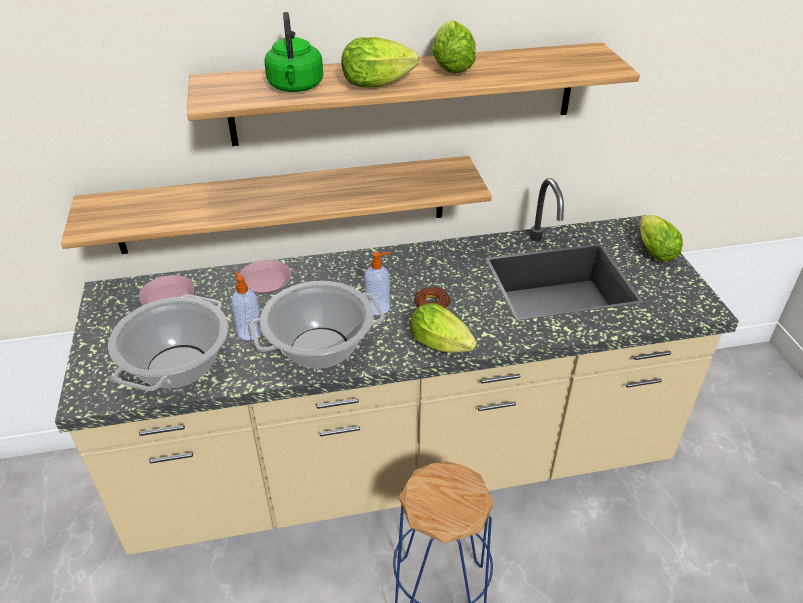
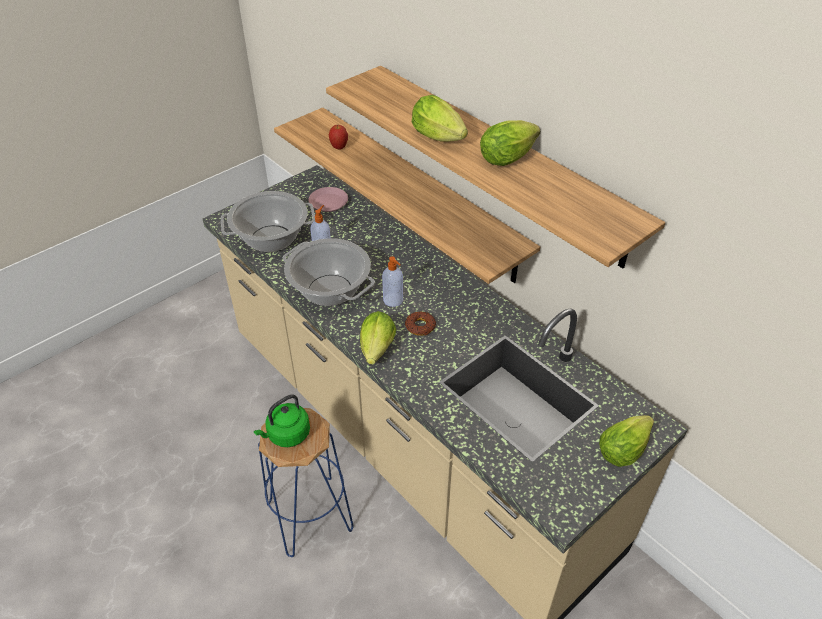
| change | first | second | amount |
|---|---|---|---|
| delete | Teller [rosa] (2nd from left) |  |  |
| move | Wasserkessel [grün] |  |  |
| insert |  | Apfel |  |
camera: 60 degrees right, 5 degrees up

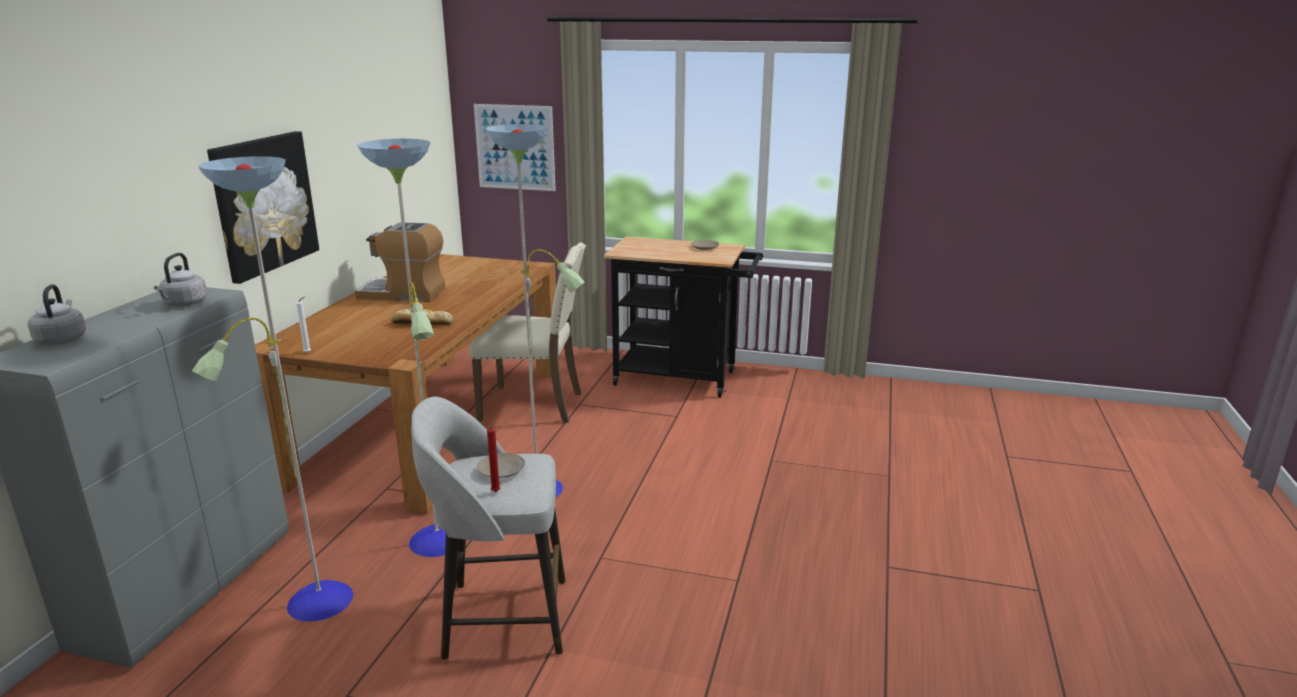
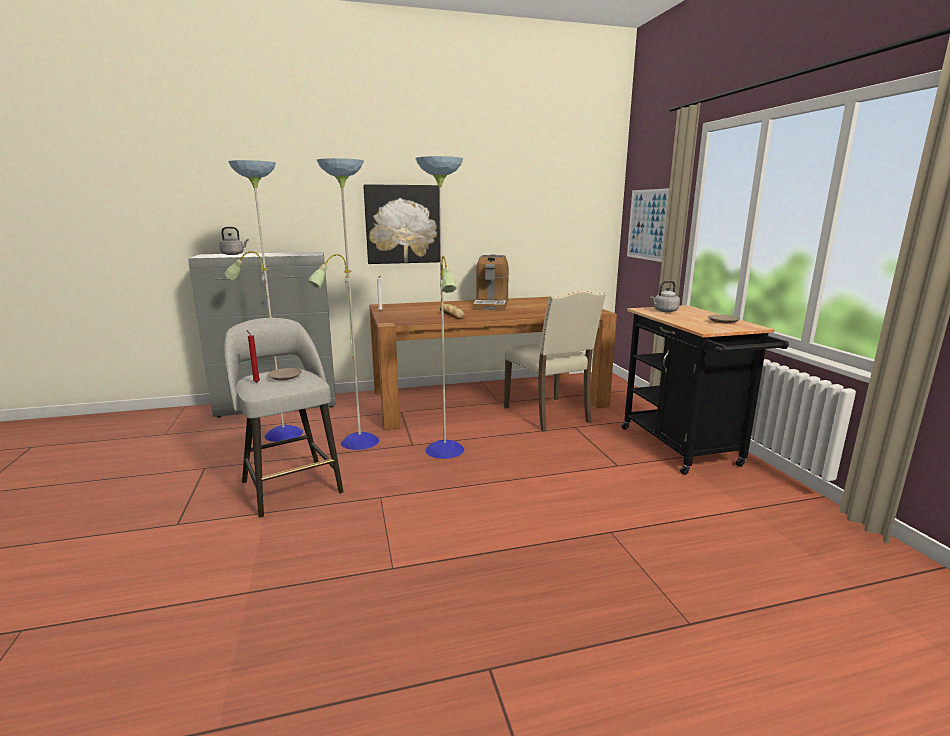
| change | first | second | amount |
|---|---|---|---|
| move | Wasserkessel [grau] (2nd from left) |  |  |
| rotate | Kaffeemaschine |  | 150 degrees counterclockwise |
camera: 60 degrees right, 5 degrees down

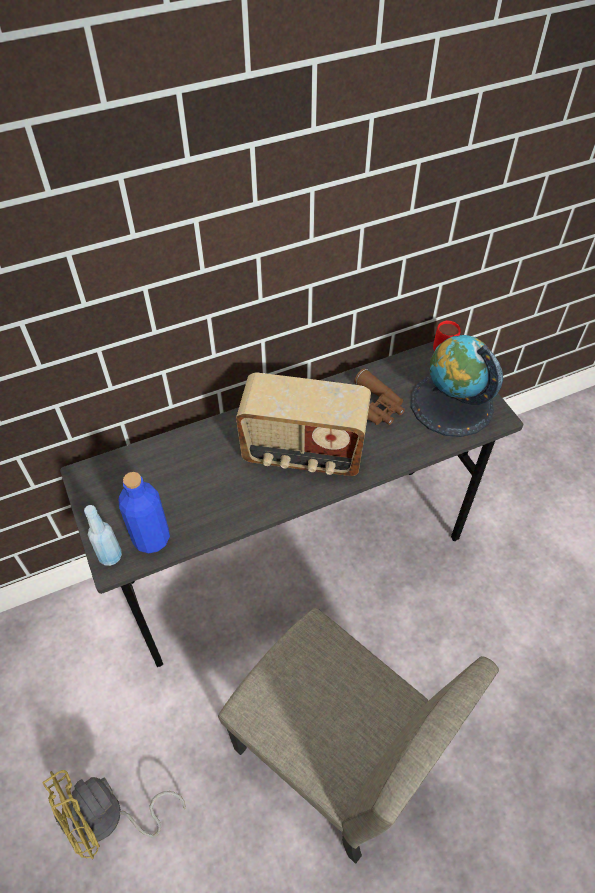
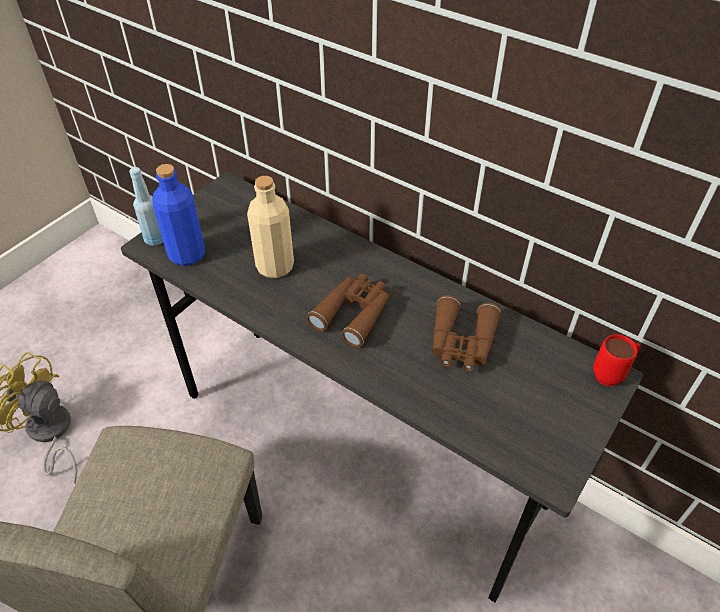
| change | first | second | amount |
|---|---|---|---|
| replace | Radio | Fernglas [braun] (1st from left) |  |
| delete | Globus |  |  |
| insert |  | Flasche [beige] |  |
camera: 60 degrees right, 5 degrees down

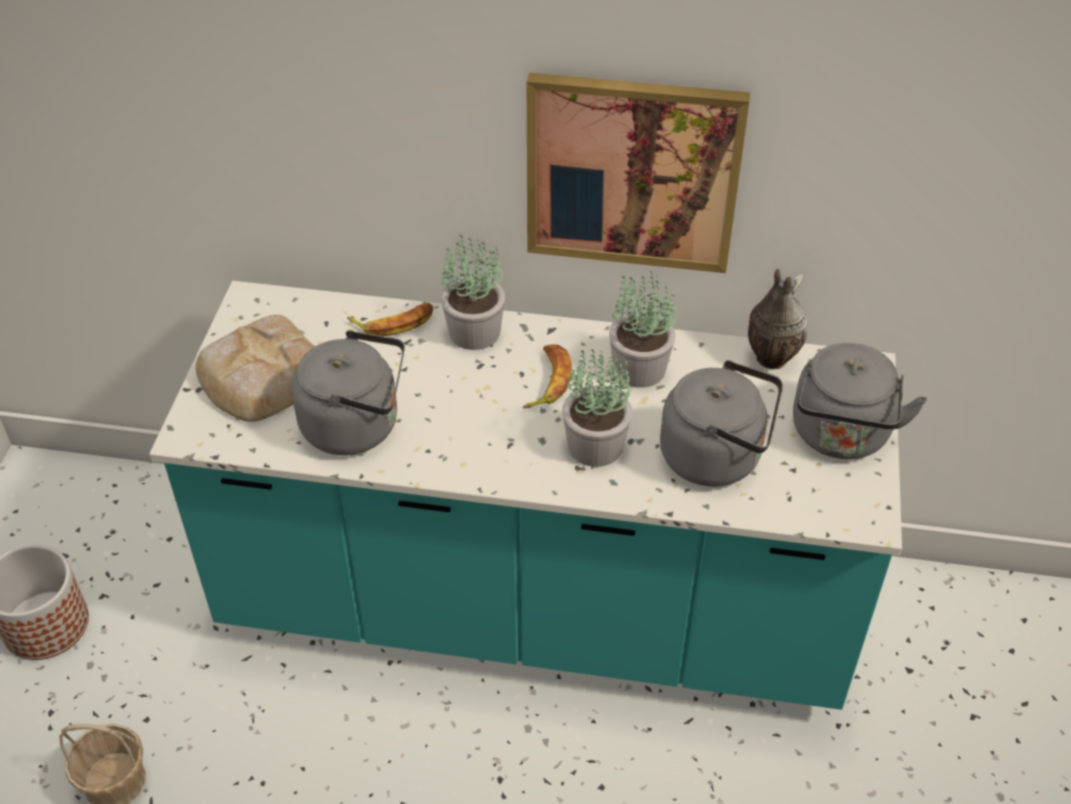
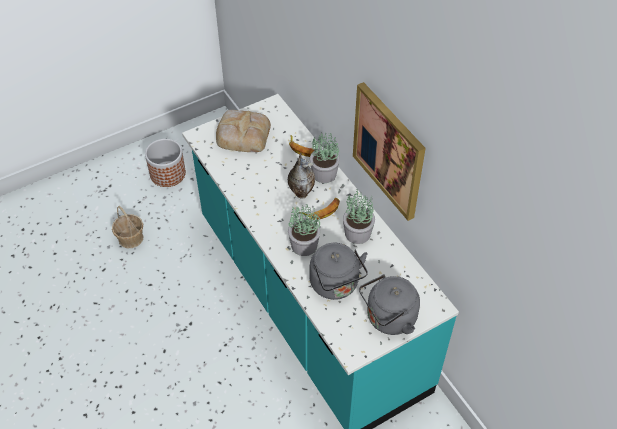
| change | first | second | amount |
|---|---|---|---|
| delete | Wasserkessel [grau] (1st from left) |  |  |
| move | Vase |  |  |
camera: 50 degrees right, 5 degrees up

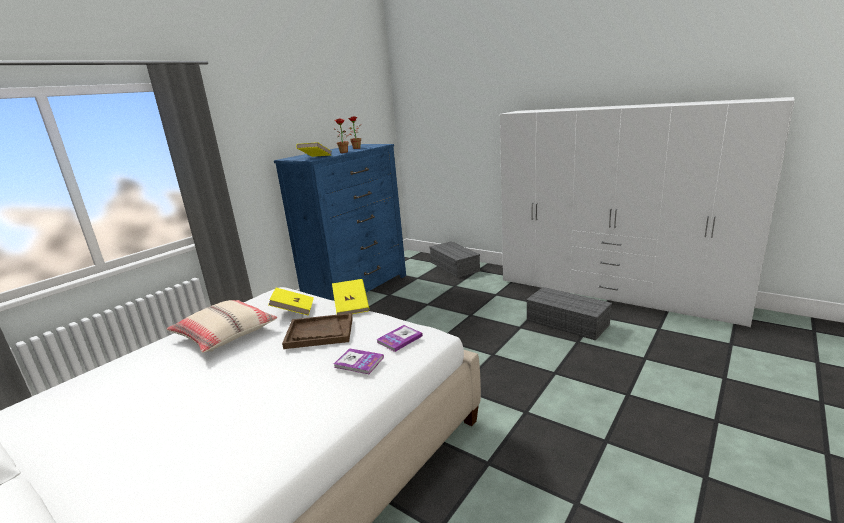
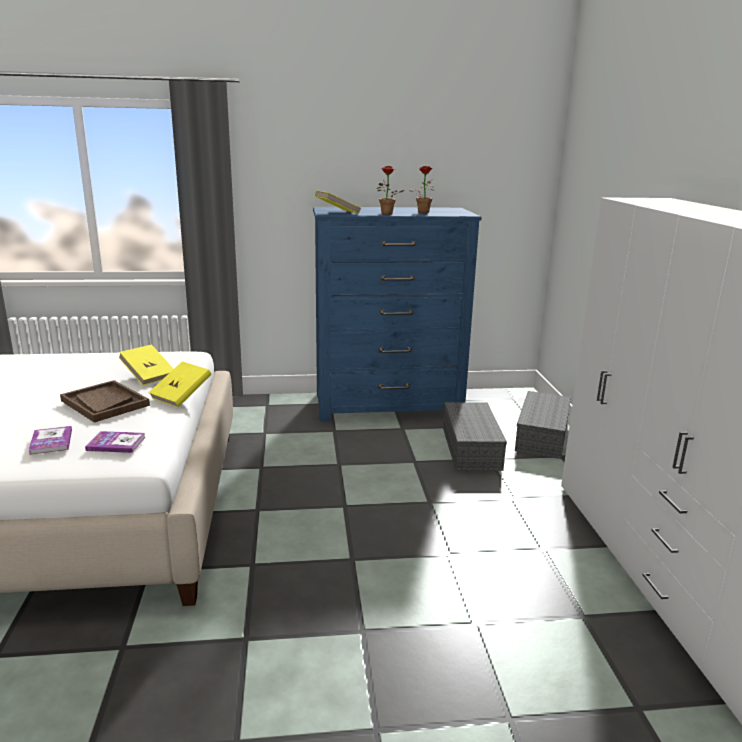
| change | first | second | amount |
|---|---|---|---|
| delete | Kissen [beige] |  |  |
| move | Aufbewahrungsbox [grau] (2nd from left in the first image) | Aufbewahrungsbox [grau] (1st from left) |  |
camera: 45 degrees right, 0 degrees up

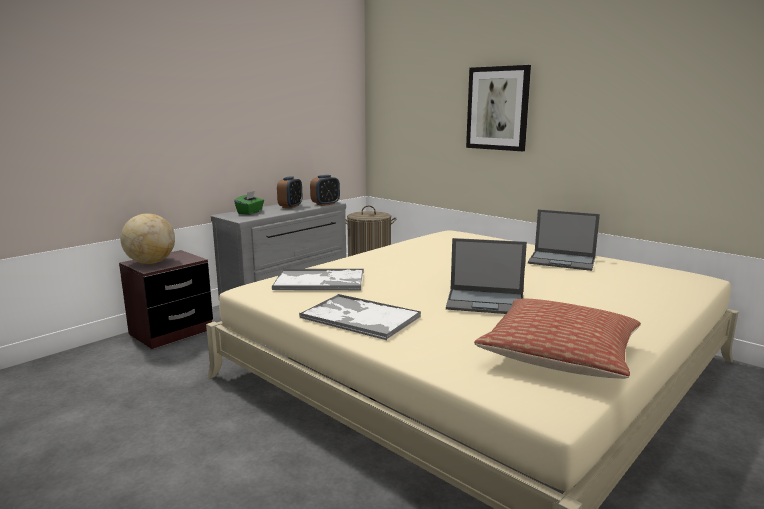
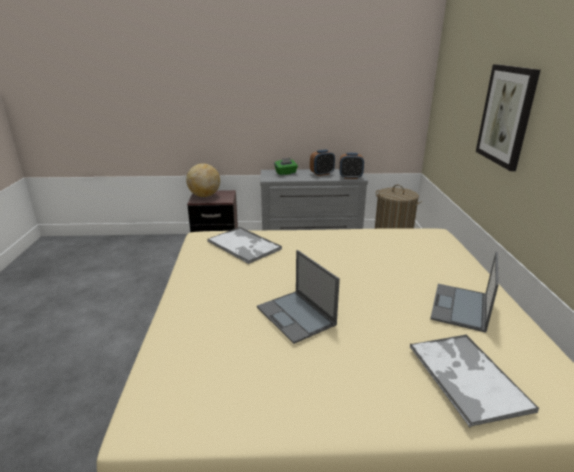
| change | first | second | amount |
|---|---|---|---|
| move | Tablett (2nd from left) |  |  |
| delete | Kissen |  |  |
| rotate | Laptop (2nd from left) |  | 45 degrees clockwise |
camera: 45 degrees right, 10 degrees up

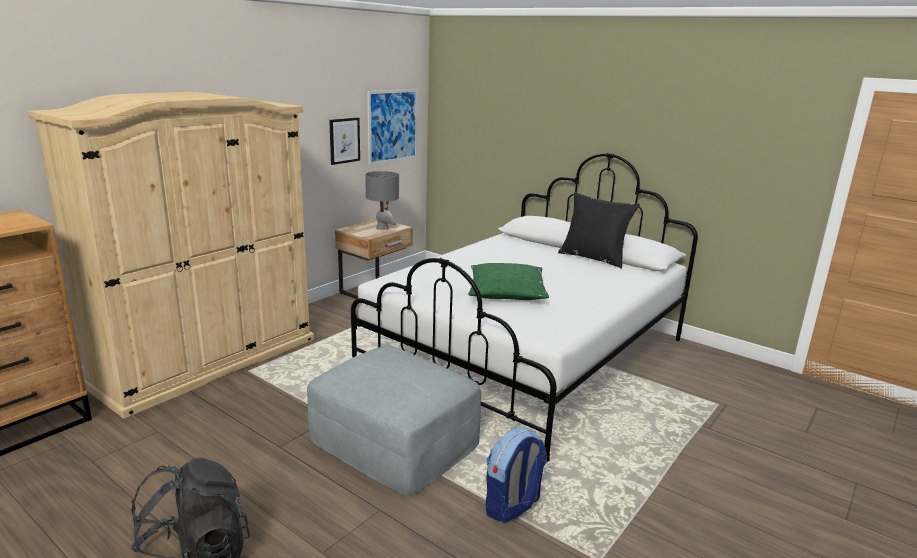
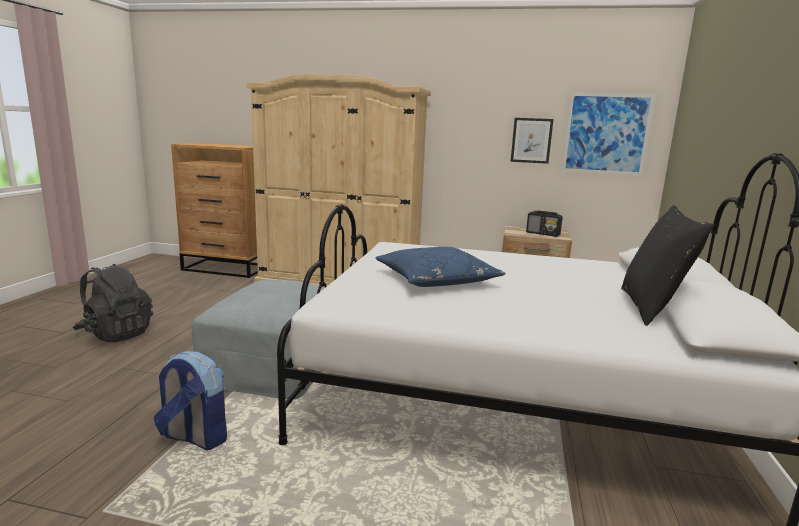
| change | first | second | amount |
|---|---|---|---|
| replace | Tischlampe [grau] | Radio |  |
| recolor | Kissen [grün] | Kissen [blau] |  |
camera: 65 degrees right, 5 degrees down

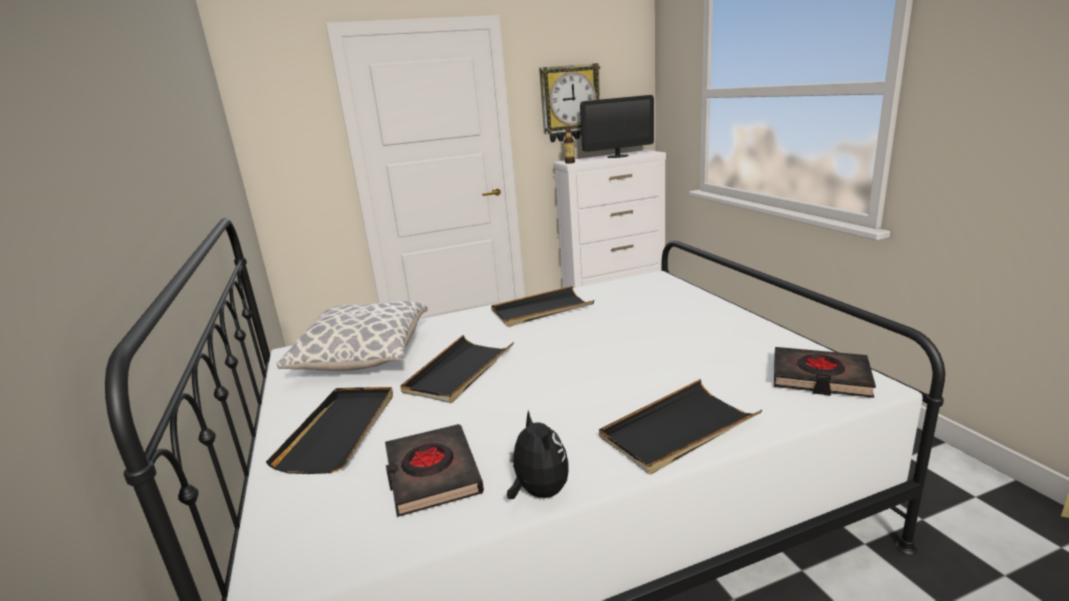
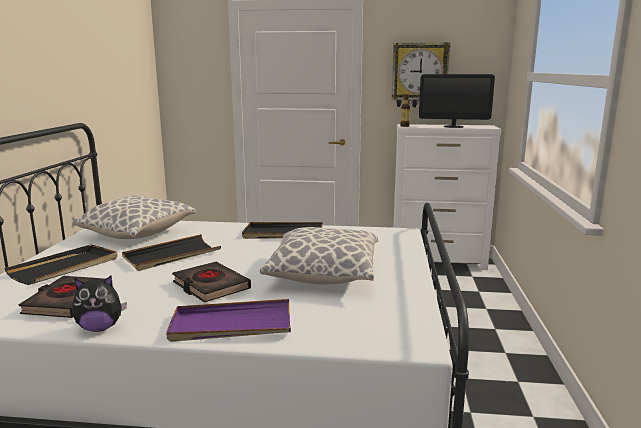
| change | first | second | amount |
|---|---|---|---|
| rotate | Plüschtier |  | 75 degrees clockwise |
| recolor | Tablett [schwarz] (4th from left) | Tablett [lila] |  |
| move | Buch [schwarz] (2nd from left) |  |  |
| insert |  | Kissen (2nd from left) |  |
camera: 25 degrees right, 5 degrees down

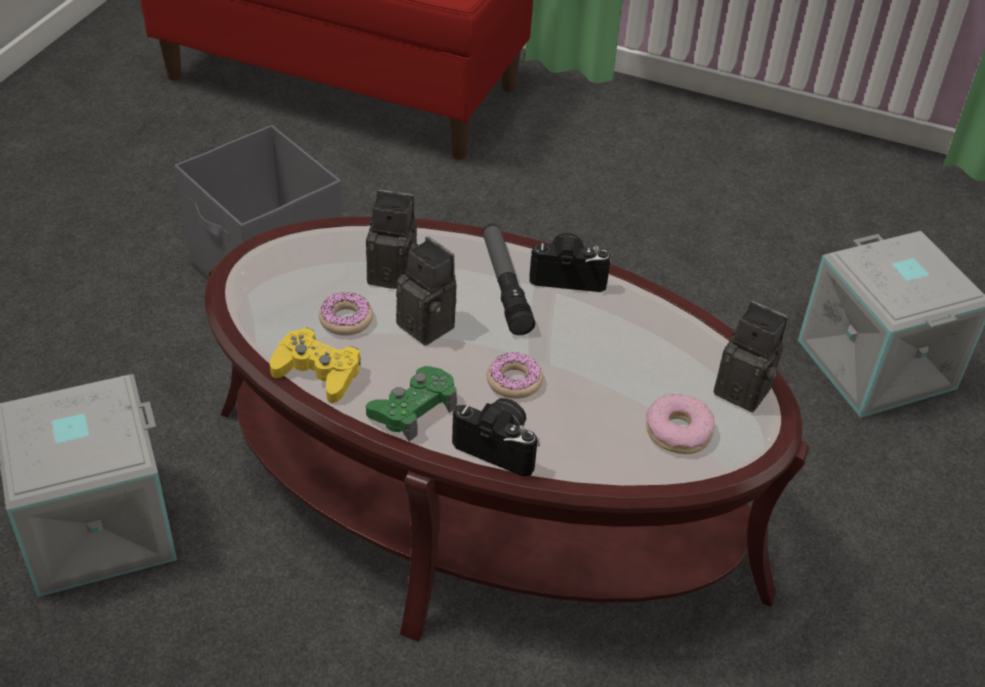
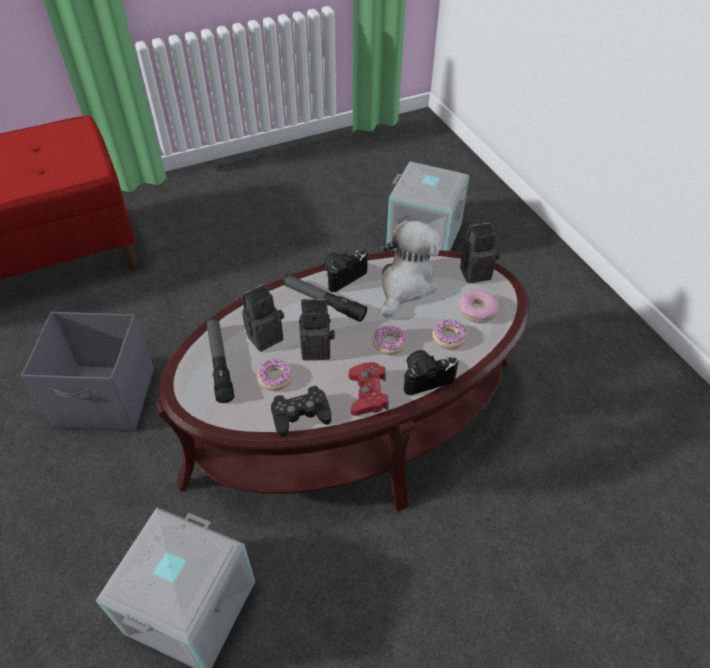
| change | first | second | amount |
|---|---|---|---|
| recolor | Gamepad [gelb] | Gamepad [schwarz] |  |
| recolor | Gamepad [grün] | Gamepad [rot] |  |
| insert |  | Taschenlampe (1st from left) |  |
| insert |  | Plüschtier |  |
| insert |  | Donut (3rd from left) |  |
camera: 45 degrees left, 5 degrees up

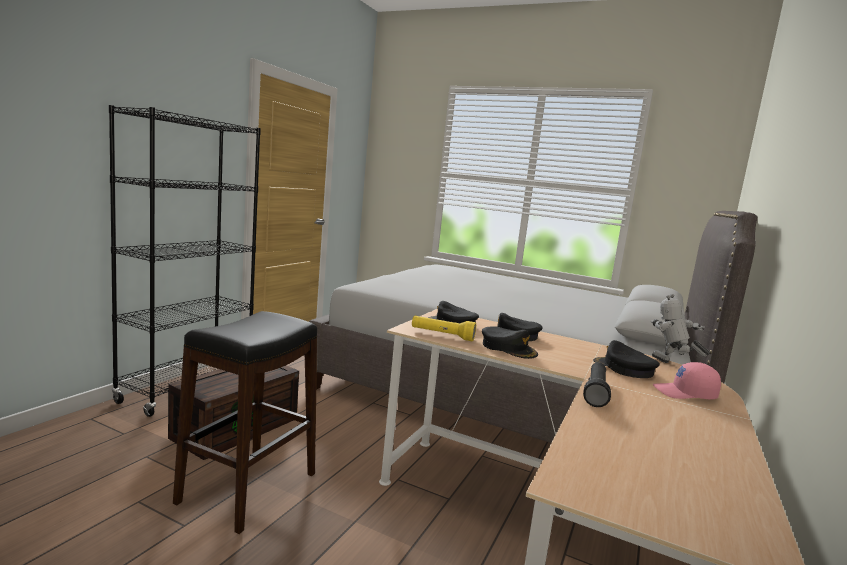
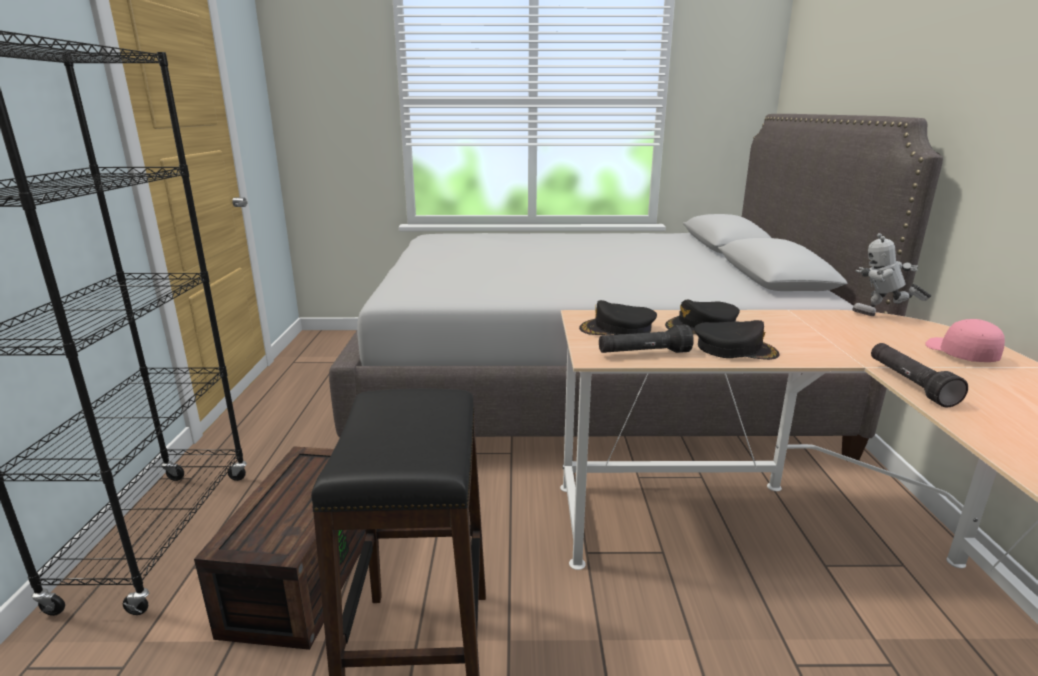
| change | first | second | amount |
|---|---|---|---|
| recolor | Taschenlampe [gelb] | Taschenlampe [schwarz] (1st from left) |  |
| delete | Kappe [schwarz] (4th from left) |  |  |
| rotate | Kappe [rosa] |  | 105 degrees clockwise |
camera: 25 degrees left, 10 degrees up

